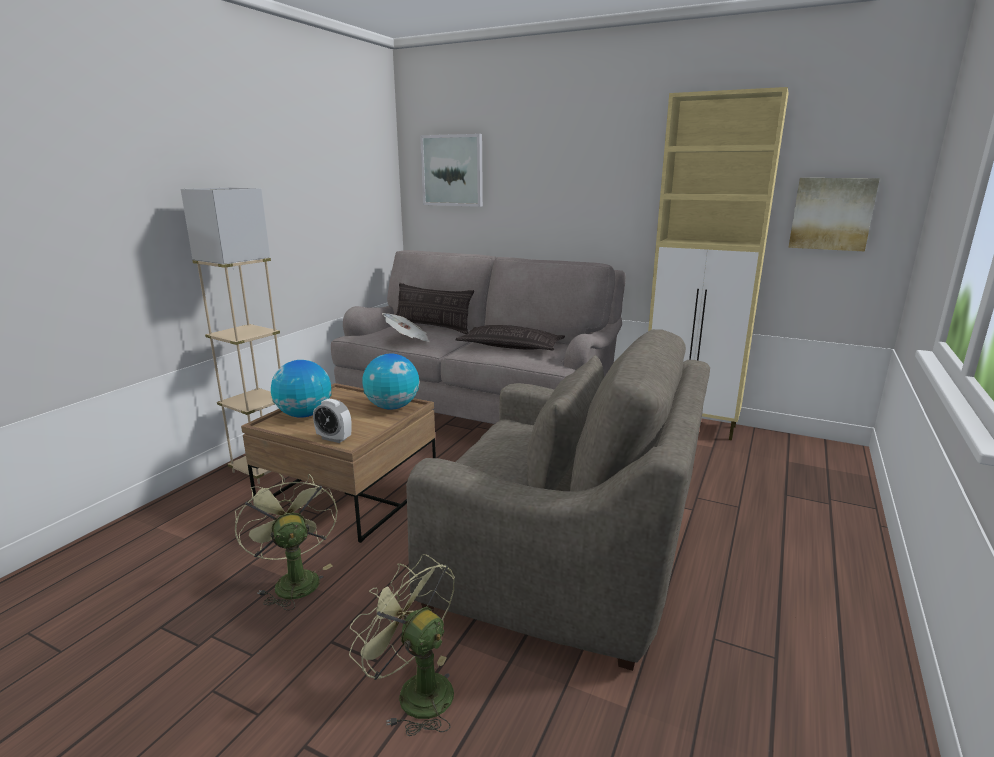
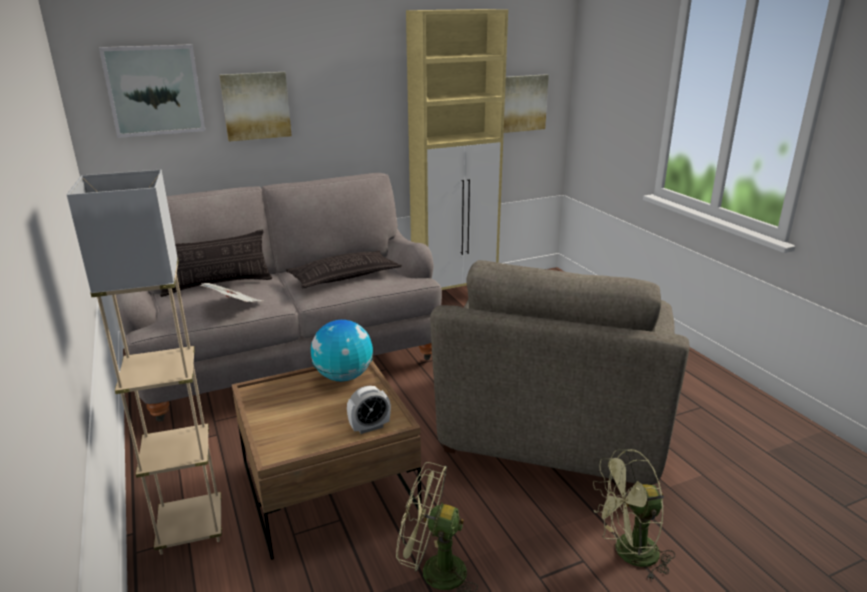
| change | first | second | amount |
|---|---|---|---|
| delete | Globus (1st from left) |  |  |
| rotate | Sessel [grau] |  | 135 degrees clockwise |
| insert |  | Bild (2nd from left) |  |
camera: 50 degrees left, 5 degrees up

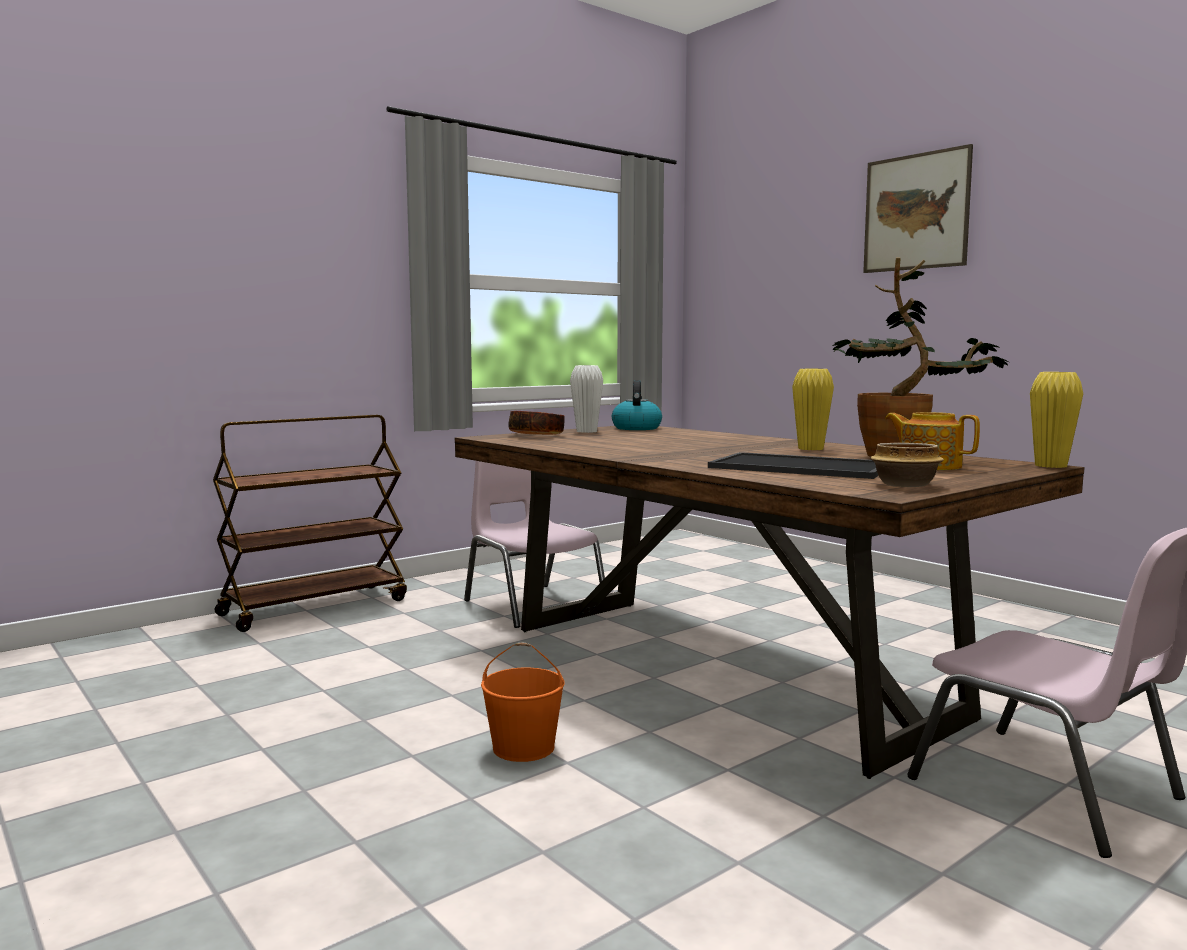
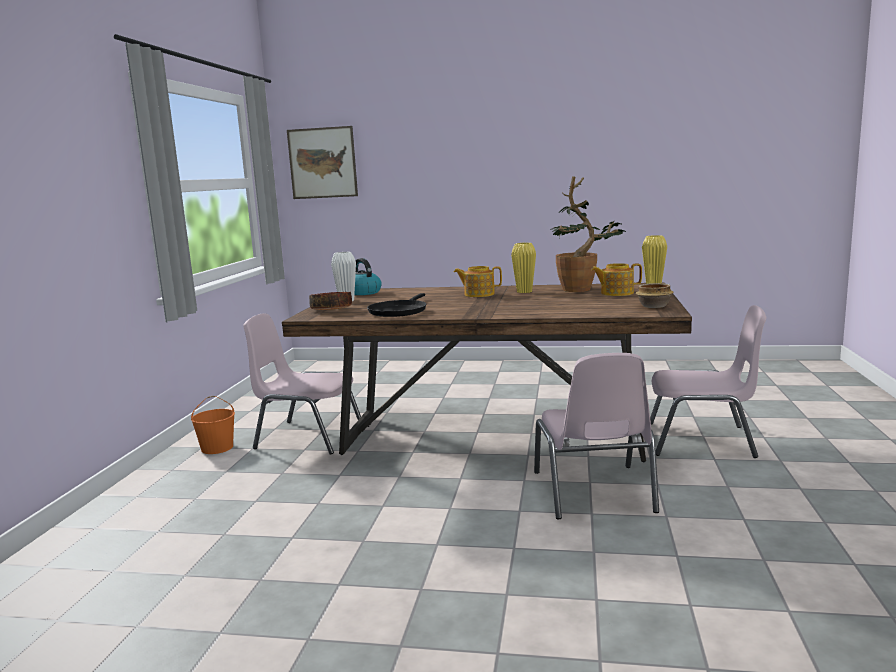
| change | first | second | amount |
|---|---|---|---|
| delete | Rollwagen [braun] |  |  |
| move | Eimer [orange] |  |  |
| delete | Tablett |  |  |
| move | Bild |  |  |
| insert |  | Pfanne [schwarz] |  |
| insert |  | Teekanne (1st from left) |  |
| insert |  | Stuhl [rosa] (2nd from left) |  |
camera: 40 degrees left, 5 degrees up

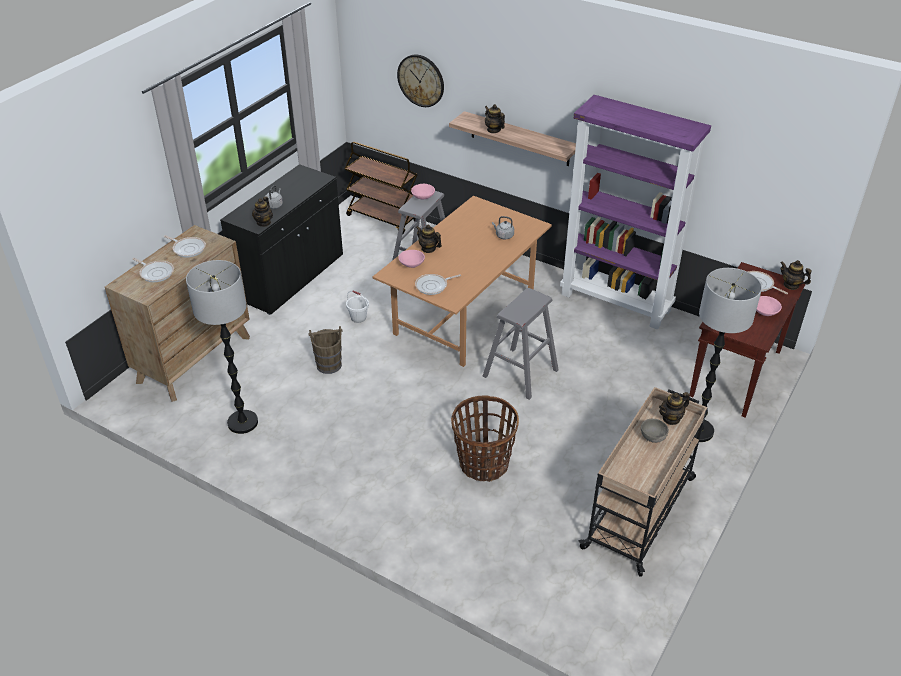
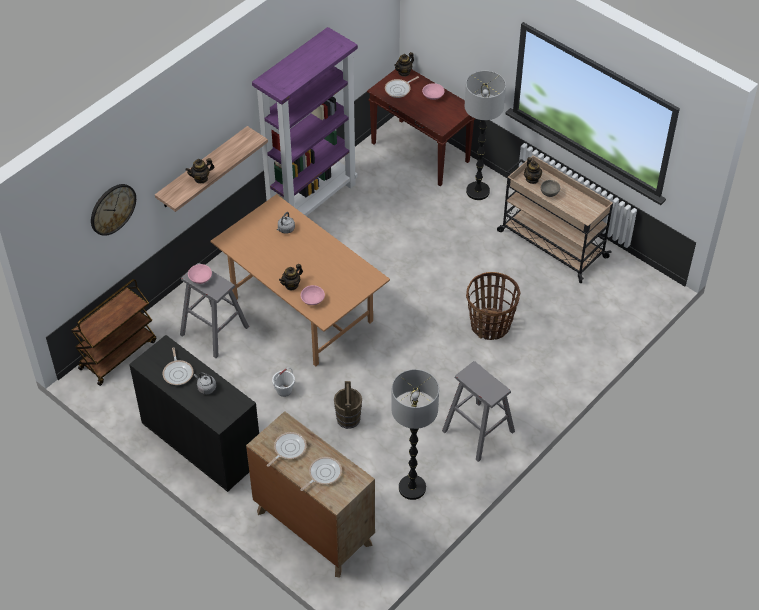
| change | first | second | amount |
|---|---|---|---|
| delete | Teekanne (1st from left) |  |  |
| move | Pfanne (3rd from left in the first image) | Pfanne (1st from left) |  |
| move | Hocker [grau] (2nd from left) |  |  |
camera: 80 degrees left, 10 degrees up

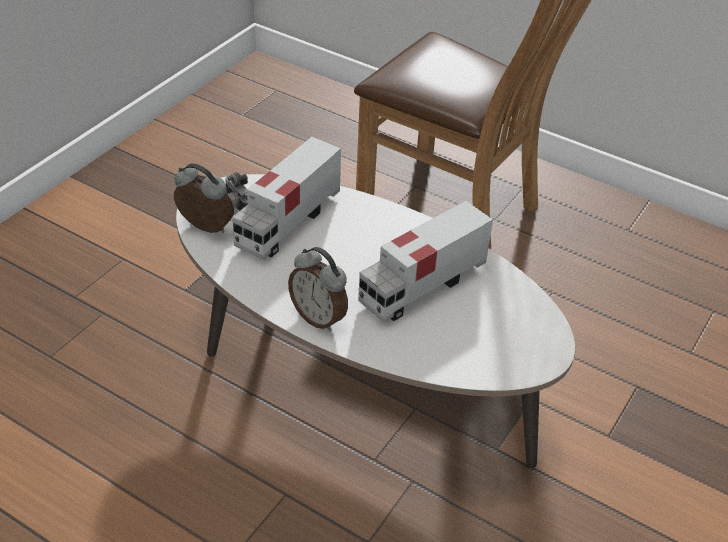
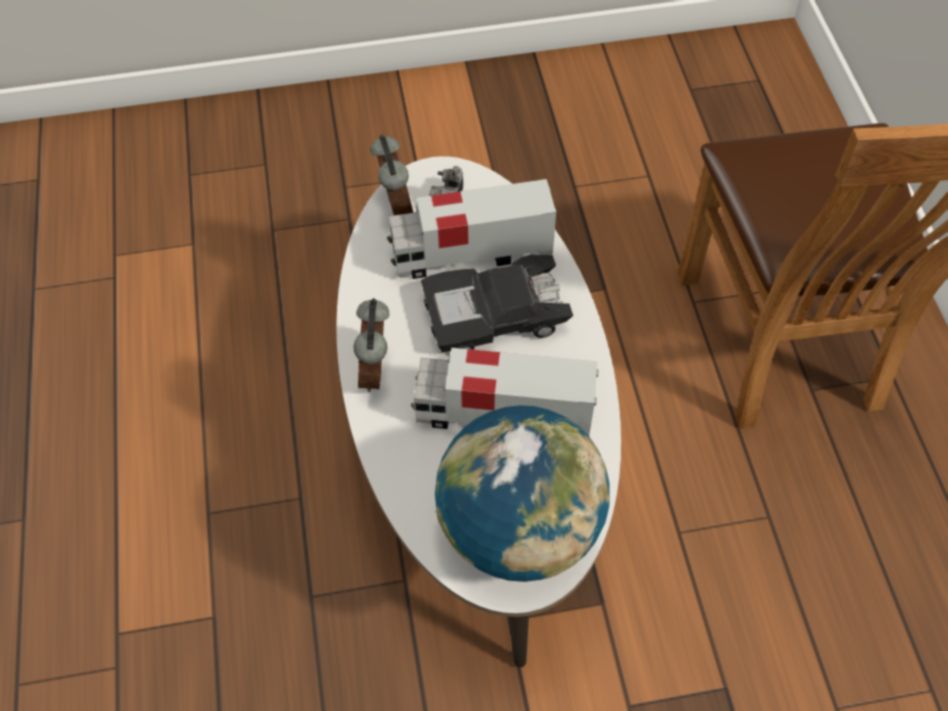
| change | first | second | amount |
|---|---|---|---|
| insert |  | Spielzeugauto [schwarz] |  |
| insert |  | Globus |  |
camera: 50 degrees right, 15 degrees up

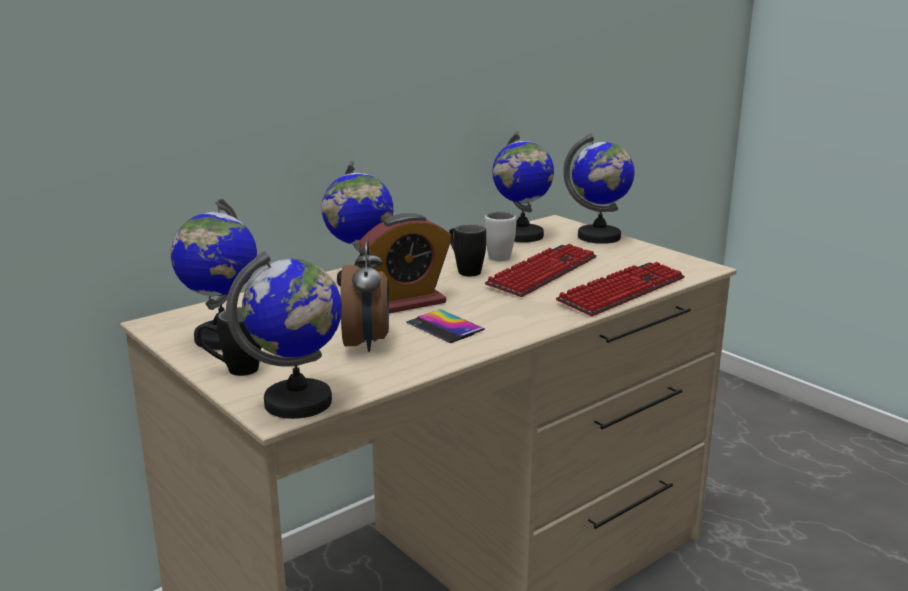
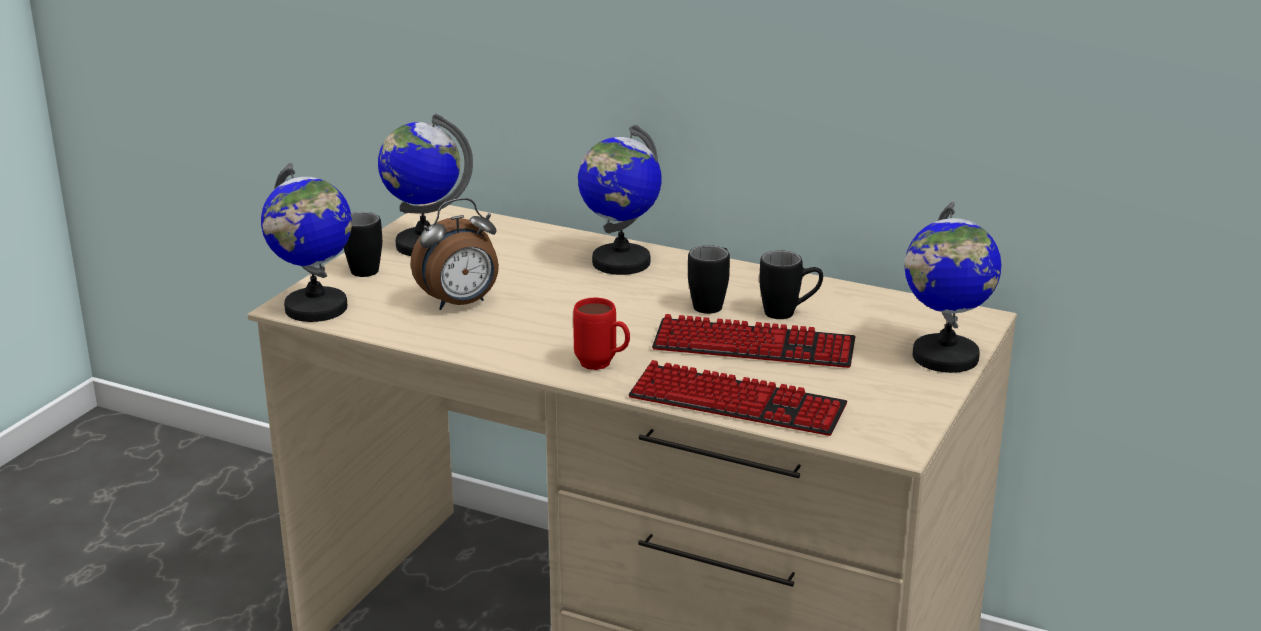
| change | first | second | amount |
|---|---|---|---|
| delete | Wecker (2nd from left) |  |  |
| delete | Handy |  |  |
| recolor | Henkelbecher [weiß] | Henkelbecher [schwarz] (3rd from left) |  |
| delete | Globus (4th from left) |  |  |
| insert |  | Henkelbecher [rot] |  |
camera: 65 degrees right, 5 degrees up

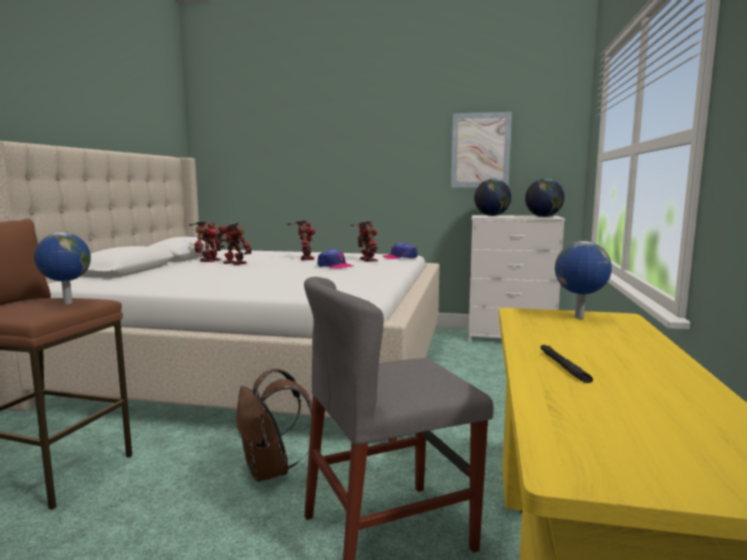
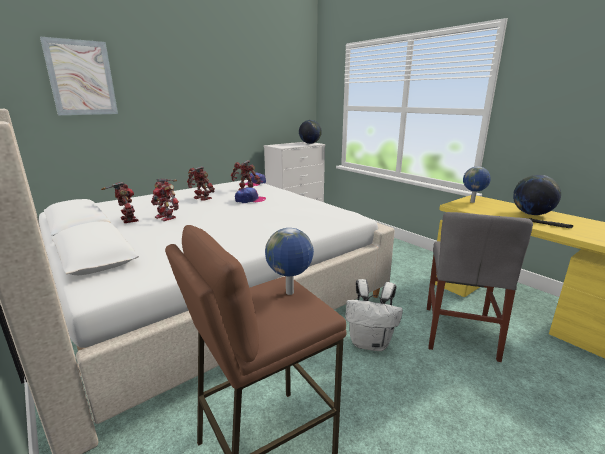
| change | first | second | amount |
|---|---|---|---|
| rotate | Spielzeugroboter (2nd from left) |  | 120 degrees counterclockwise |
| recolor | Rucksack [braun] | Rucksack [weiß] |  |
| move | Bild |  |  |
| move | Globus (2nd from left in the first image) | Globus (4th from left) |  |
camera: 50 degrees left, 10 degrees up

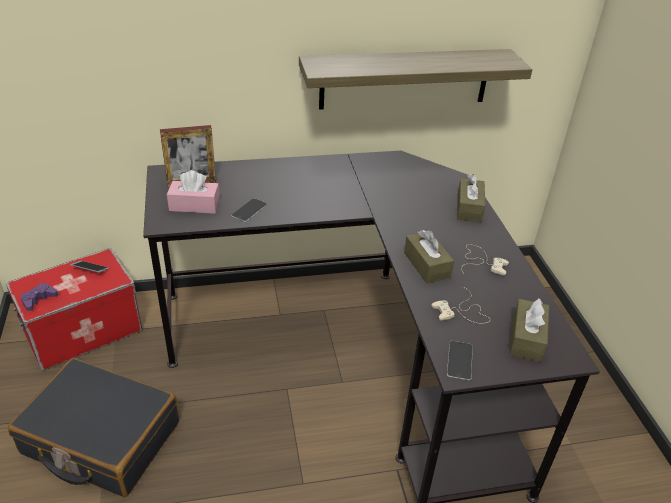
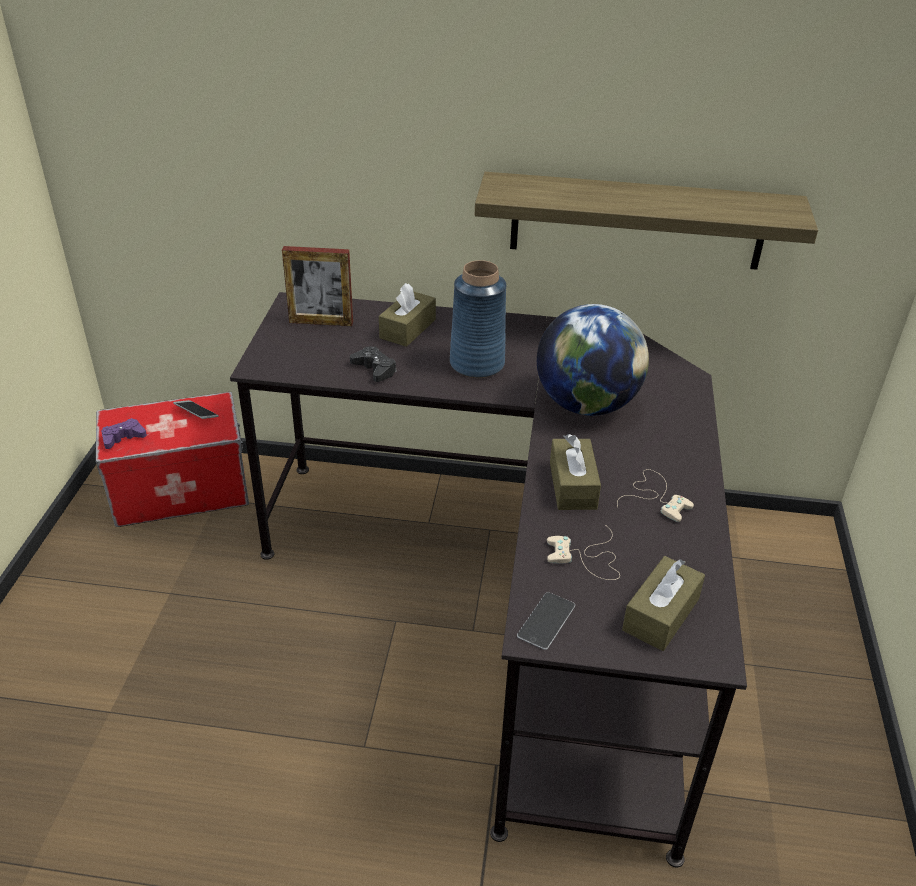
| change | first | second | amount |
|---|---|---|---|
| delete | Koffer [schwarz] |  |  |
| delete | Taschentuchbox [rosa] |  |  |
| replace | Handy (2nd from left) | Gamepad [schwarz] |  |
| move | Taschentuchbox [braun] (2nd from left in the first image) | Taschentuchbox [braun] (1st from left) |  |
| insert |  | Vase [blau] |  |
| insert |  | Globus |  |
camera: 20 degrees right, 0 degrees up

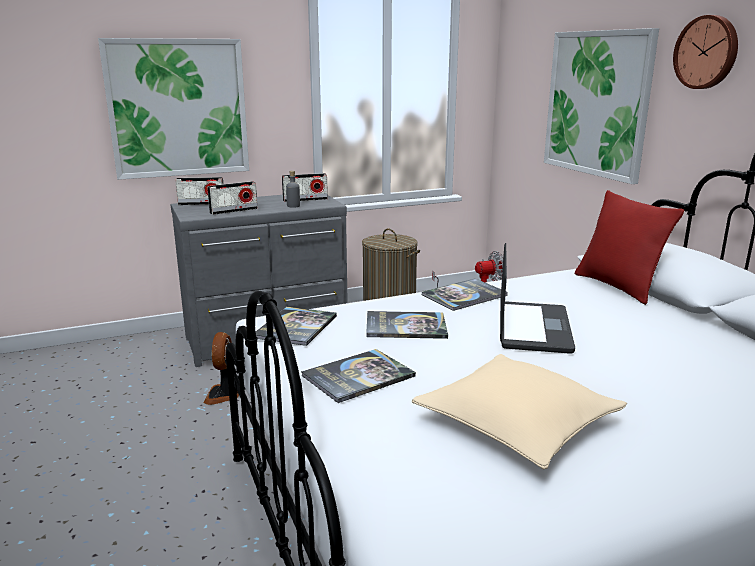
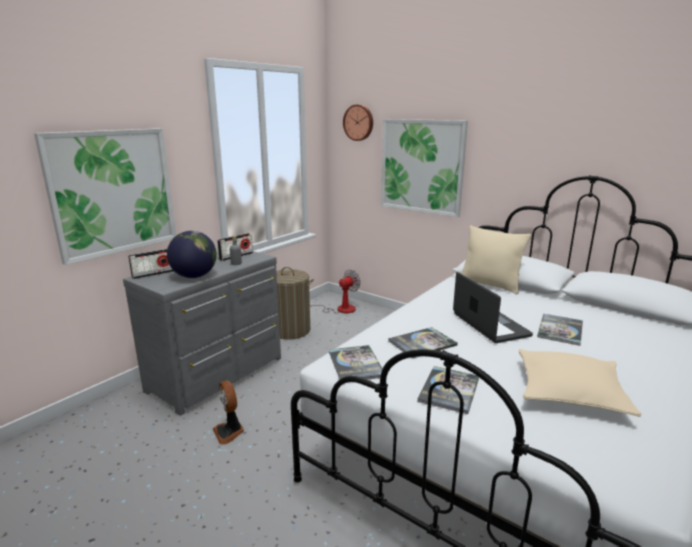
| change | first | second | amount |
|---|---|---|---|
| replace | Radio (2nd from left) | Globus |  |
| move | Buch (4th from left) |  |  |
| recolor | Kissen [rot] | Kissen [beige] (1st from left) |  |
| move | Wanduhr |  |  |
camera: 30 degrees left, 0 degrees up

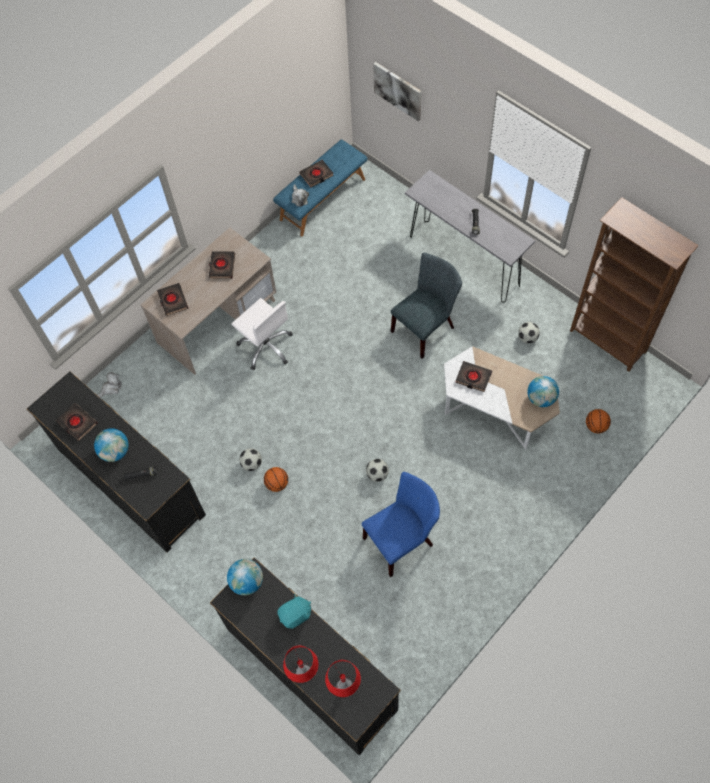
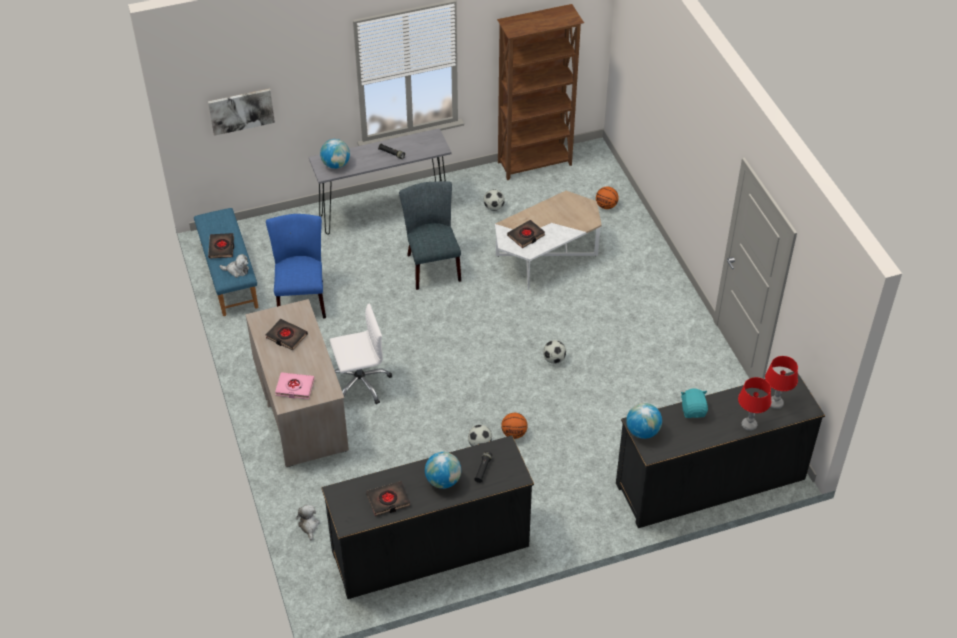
| change | first | second | amount |
|---|---|---|---|
| recolor | Buch [schwarz] (2nd from left) | Buch [rosa] |  |
| move | Stuhl [blau] |  |  |
| move | Globus (3rd from left in the first image) | Globus (1st from left) |  |
camera: 65 degrees left, 15 degrees down

